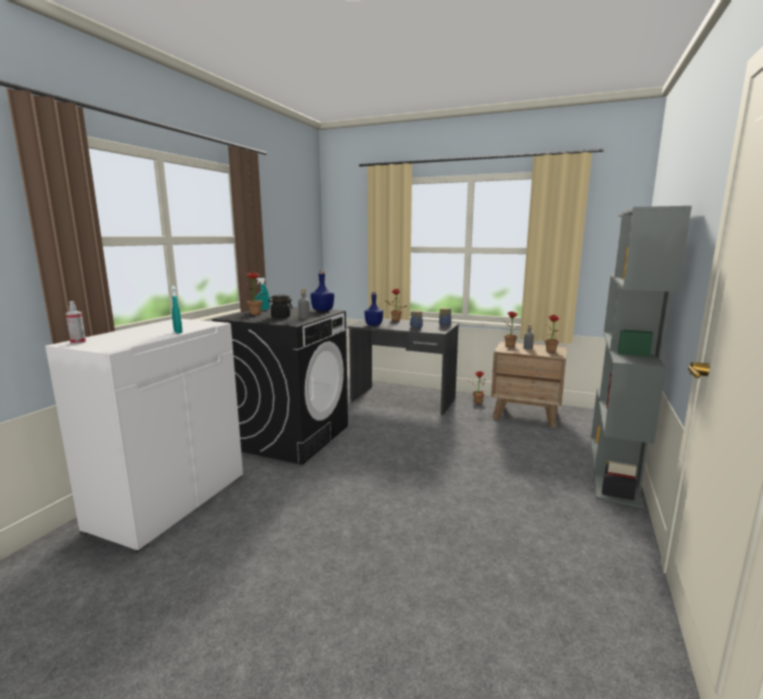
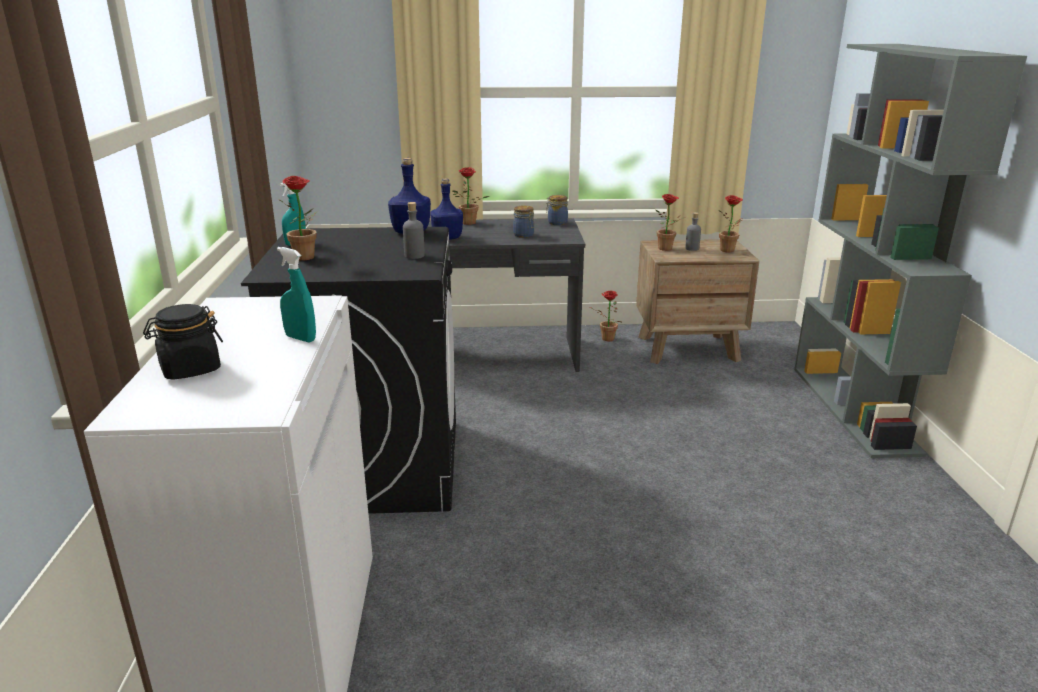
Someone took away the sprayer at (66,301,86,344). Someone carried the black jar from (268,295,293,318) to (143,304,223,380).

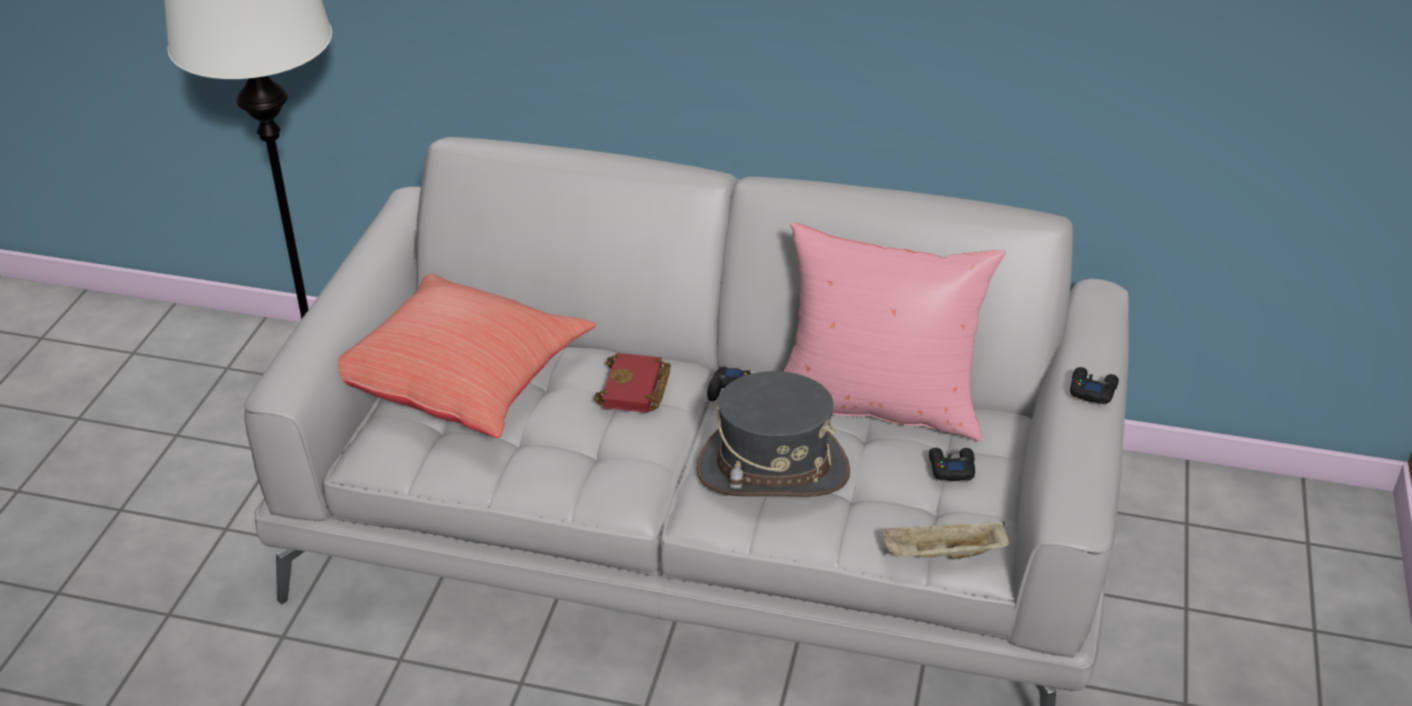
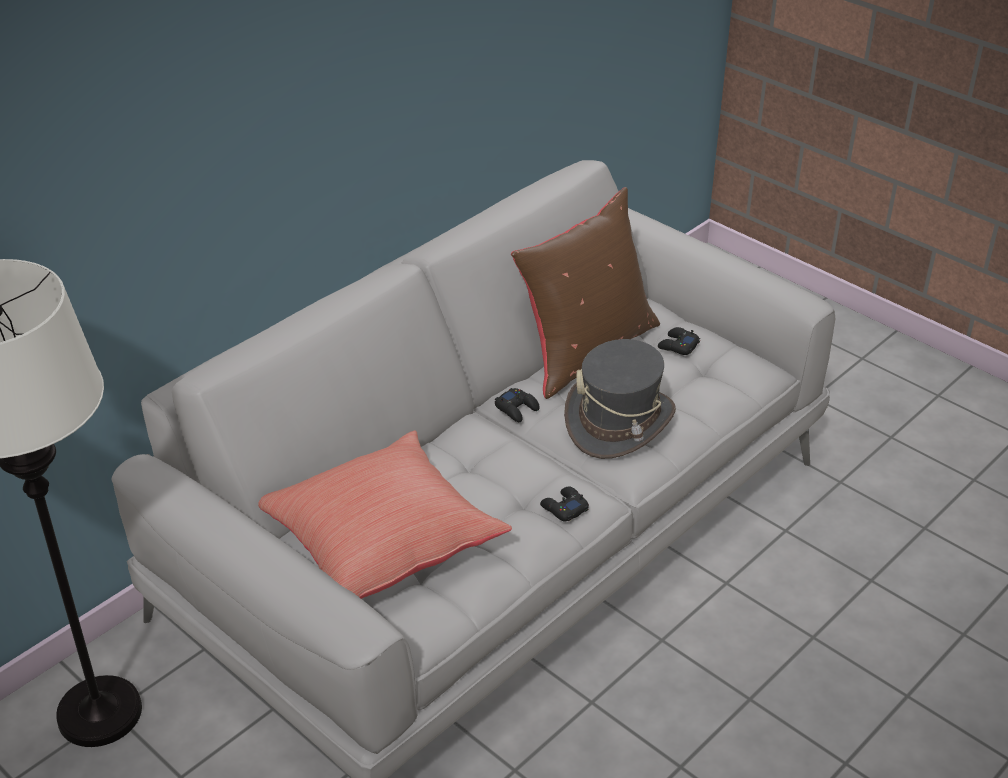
Someone took away the red volume at (594,353,671,413). Someone took away the sand-coloured carrying tray at (883,521,1010,559). Someone carried the black joypad from (1070,367,1119,404) to (540,487,589,521). Someone repainted the pink cushion at (784,222,1006,442), which became the brown-coloured cushion at (511,187,660,399).

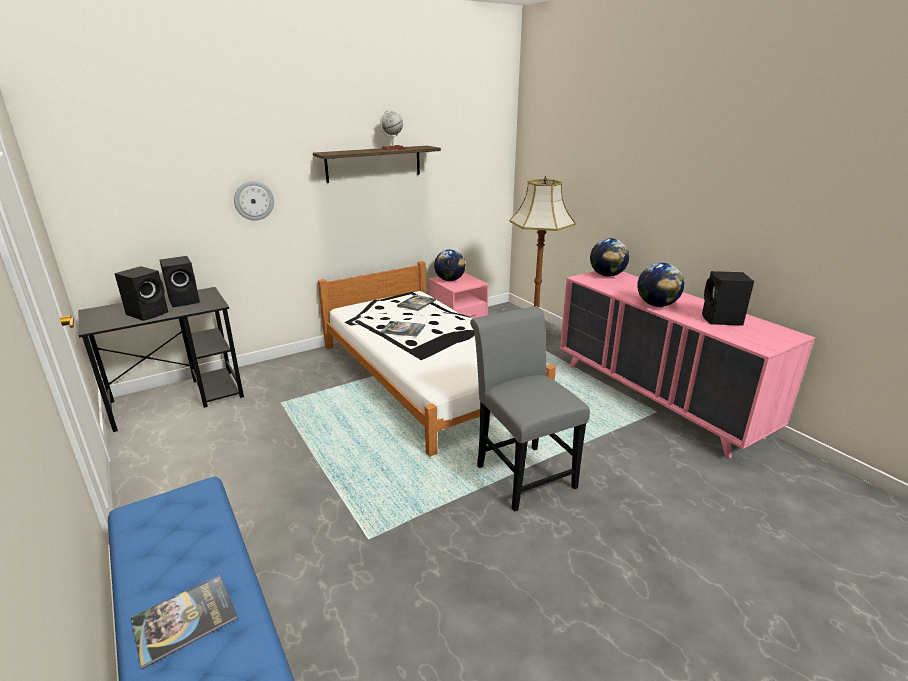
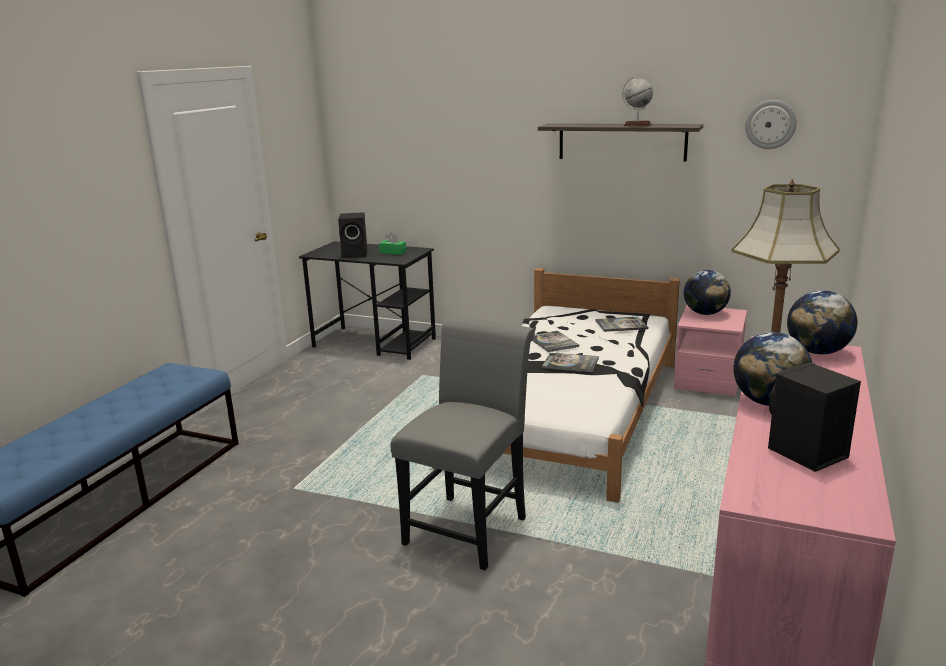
Someone carried the volume from (130,575,238,669) to (542,353,599,372). Someone carried the clock on the wall from (234,181,274,221) to (745,100,797,149). Someone swapped the black loudspeaker at (159,256,200,307) for the green tissue holder at (379,233,407,255).

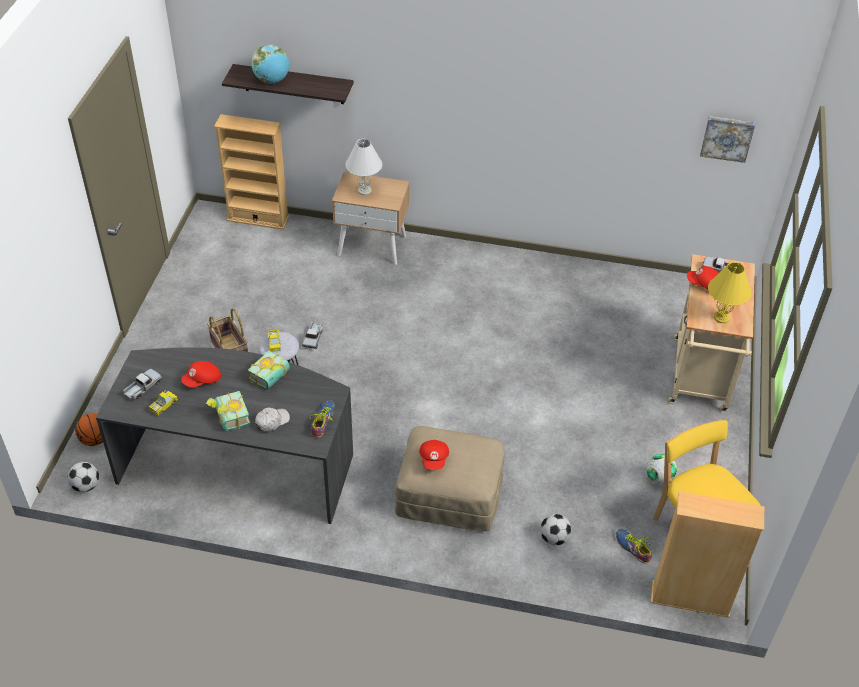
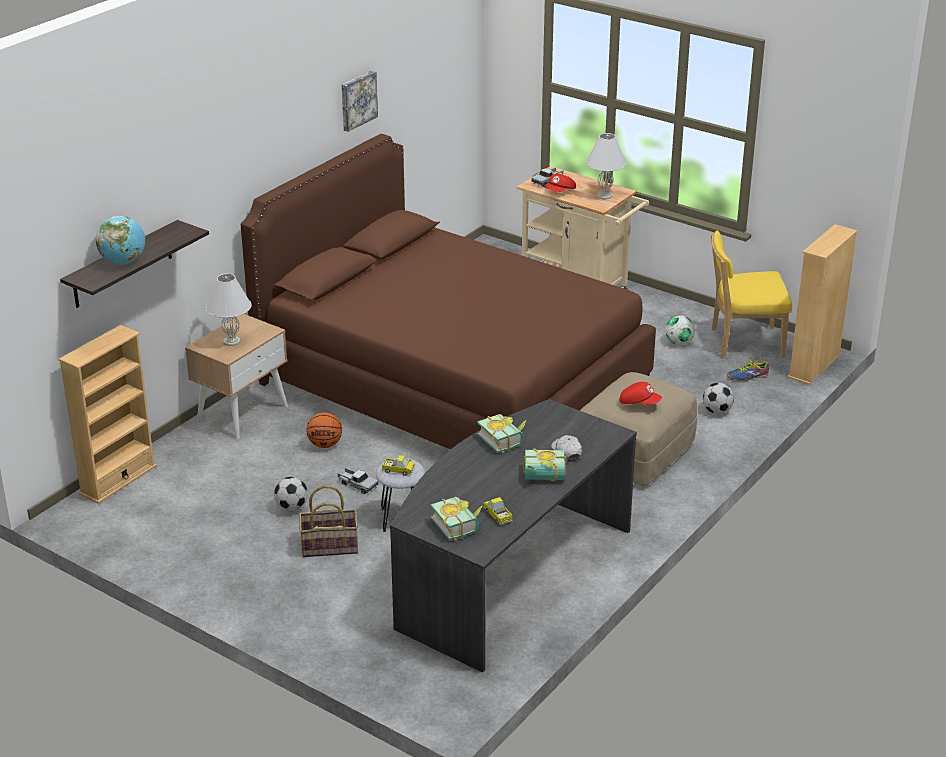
Someone took away the red baseball cap at (181,361,221,388). Someone took away the shoe at (310,400,335,438). Someone put down the brown-coloured bed at (241,134,656,449). Someone carried the football ball from (68,462,99,492) to (274,477,308,511). Someone carried the basketball ball from (75,413,103,446) to (306,412,342,448). Someone carried the picture from (700,116,755,163) to (342,71,378,132). Someone swapped the model truck at (123,369,162,399) for the volume at (431,497,484,542). Someone repainted the yellow tabletop lamp at (708,262,751,323), which became the white tabletop lamp at (586,133,627,199).

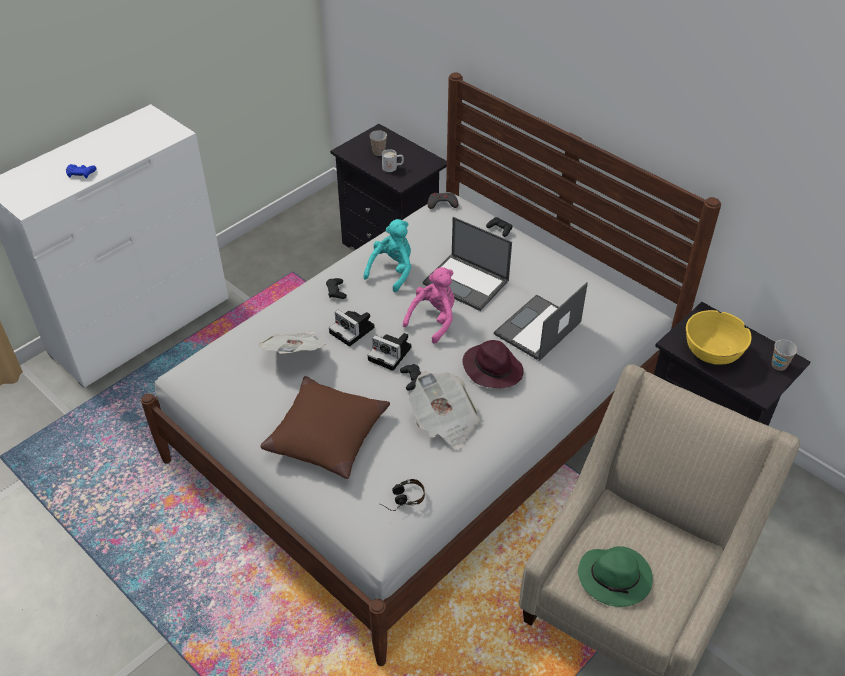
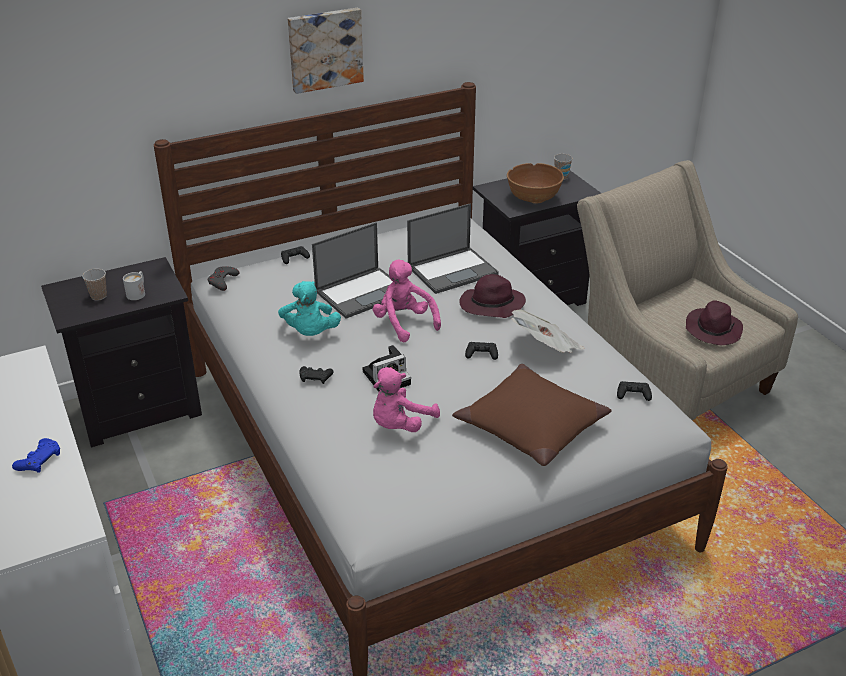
Someone took away the photo camera at (368,333,411,371). Someone put up the picture at (288,8,364,94). Someone swapped the printed paper at (258,331,326,354) for the pink soft toy at (373,367,440,432). Someone swapped the headset at (380,479,425,511) for the black joypad at (617,381,652,401). Someone repainted the green hat at (578,546,653,607), which became the purplish hat at (686,300,743,345). Someone repainted the yellow serving bowl at (686,310,752,365), which became the brown-coloured serving bowl at (507,163,564,204). Someone rotated the blue-green soft toy at (364,219,411,292) by 150 degrees counterclockwise. Someone rotated the notebook computer at (494,282,588,361) by 90 degrees counterclockwise.

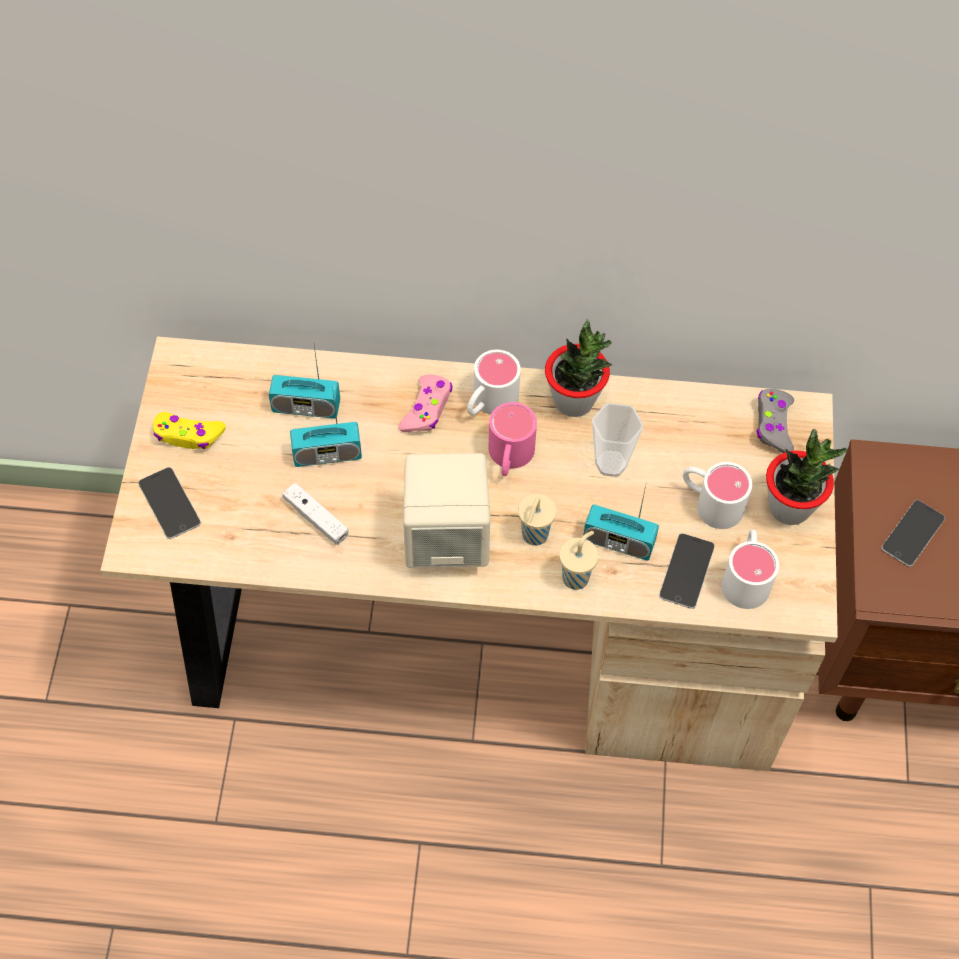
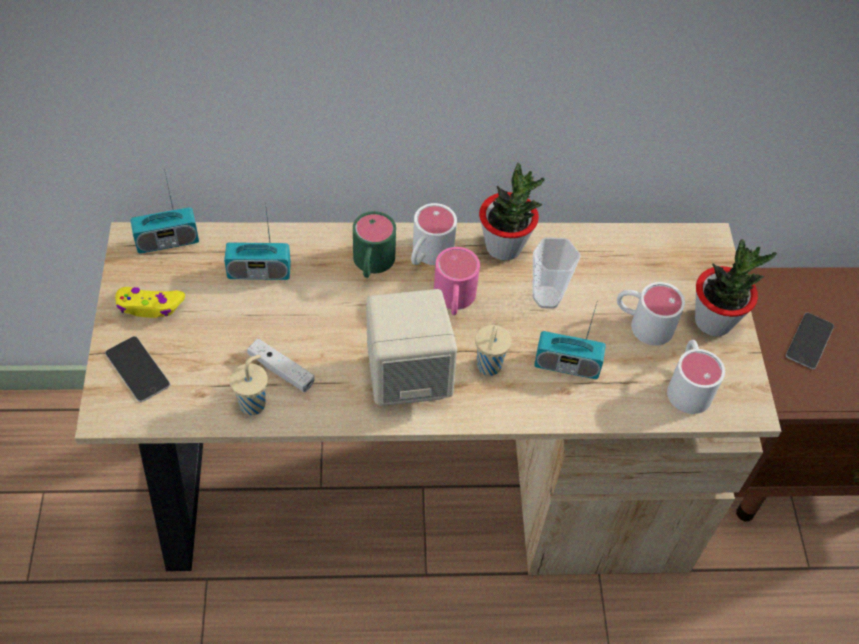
Someone took away the handset at (659,533,715,609). Someone took away the gray joypad at (756,389,794,453). Someone carried the radio receiver from (290,386,362,467) to (130,169,199,254). Someone carried the sand-coloured drinking cup from (559,531,598,590) to (229,355,268,415). Someone swapped the pink joypad at (398,374,452,432) for the green mug at (353,211,396,278).

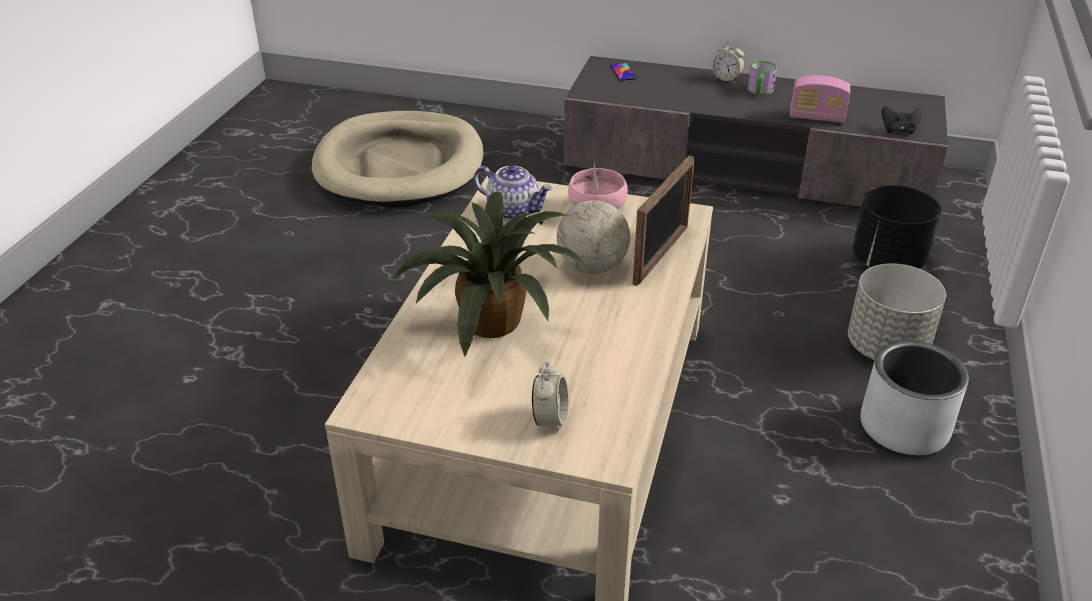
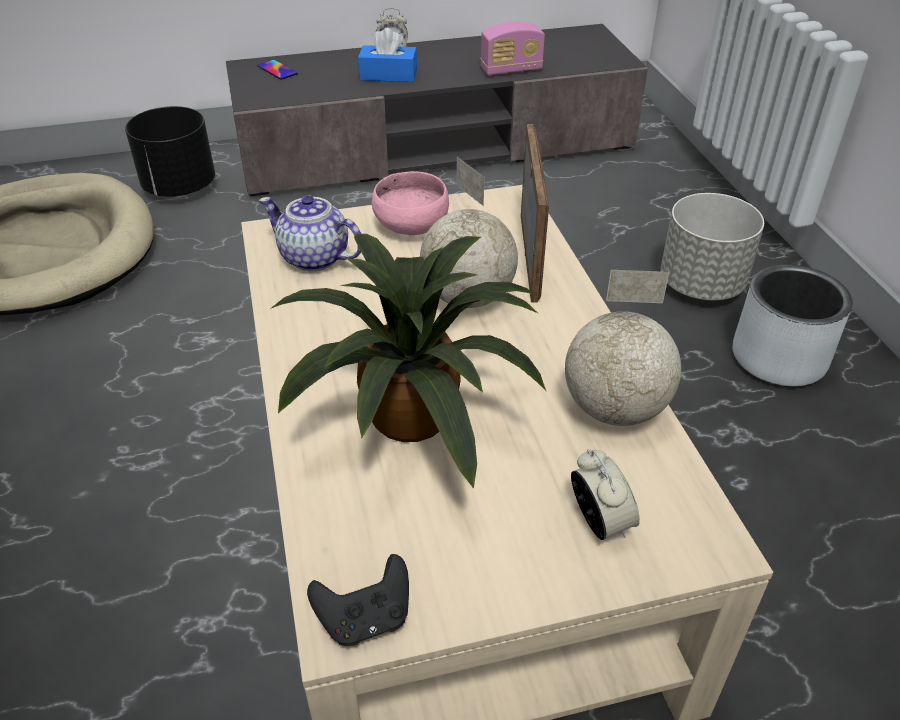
Someone took away the mug at (748,61,777,95). Someone put down the blue tissue holder at (358,28,417,82). Someone put down the world globe at (565,270,681,426). Someone carried the black plant pot from (852,185,940,269) to (125,106,215,197). Someone carried the black joypad from (881,107,922,134) to (307,554,409,646). Someone rotated the teapot at (474,165,553,220) by 150 degrees counterclockwise.

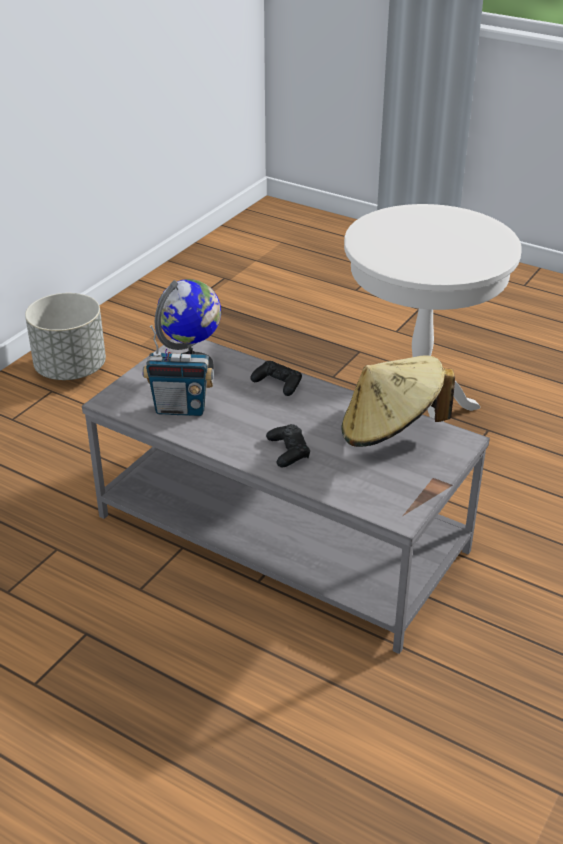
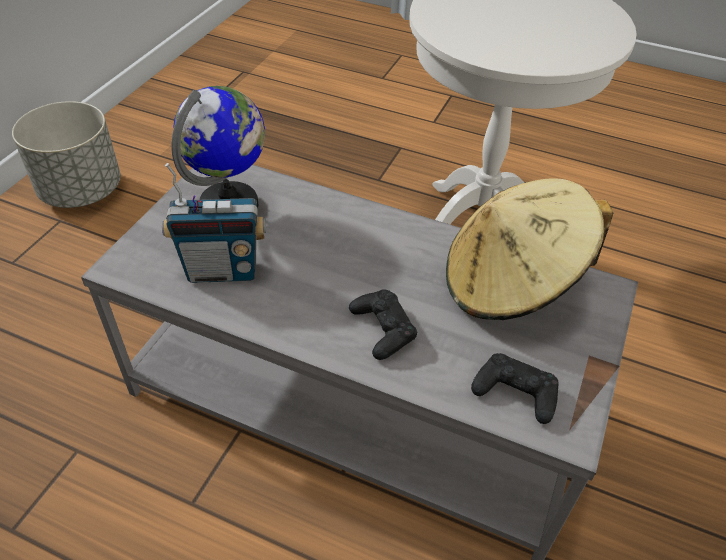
Someone carried the black joypad from (250,361,302,396) to (471,353,558,424).

